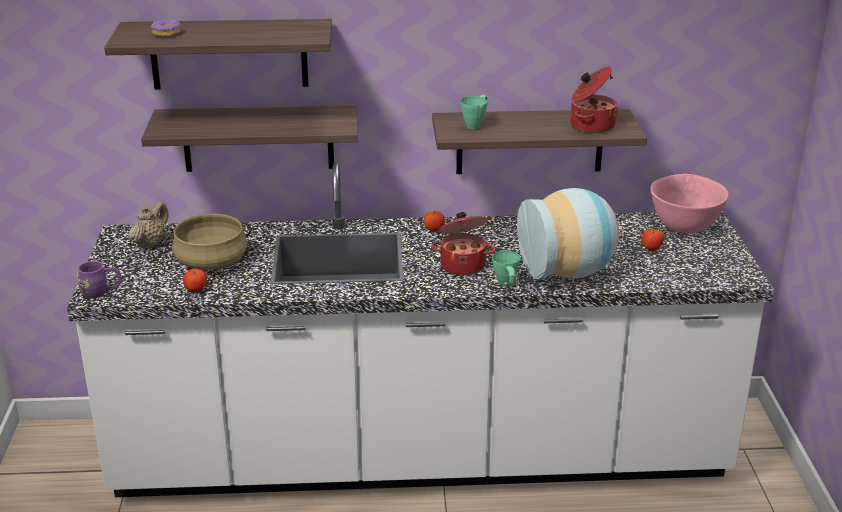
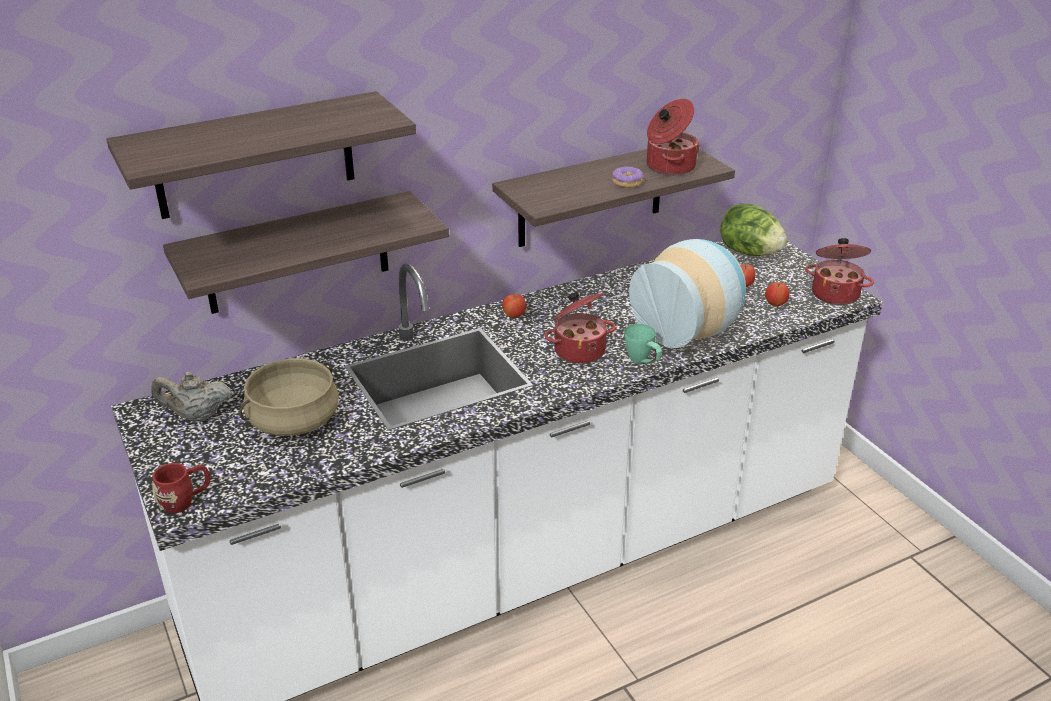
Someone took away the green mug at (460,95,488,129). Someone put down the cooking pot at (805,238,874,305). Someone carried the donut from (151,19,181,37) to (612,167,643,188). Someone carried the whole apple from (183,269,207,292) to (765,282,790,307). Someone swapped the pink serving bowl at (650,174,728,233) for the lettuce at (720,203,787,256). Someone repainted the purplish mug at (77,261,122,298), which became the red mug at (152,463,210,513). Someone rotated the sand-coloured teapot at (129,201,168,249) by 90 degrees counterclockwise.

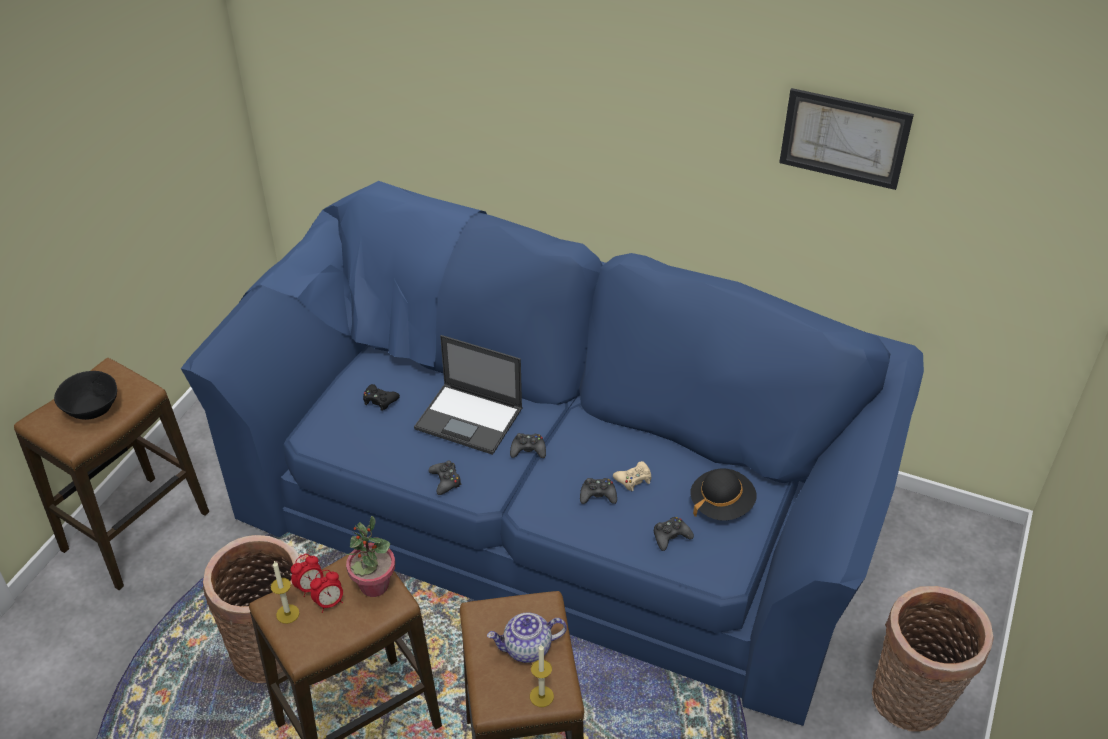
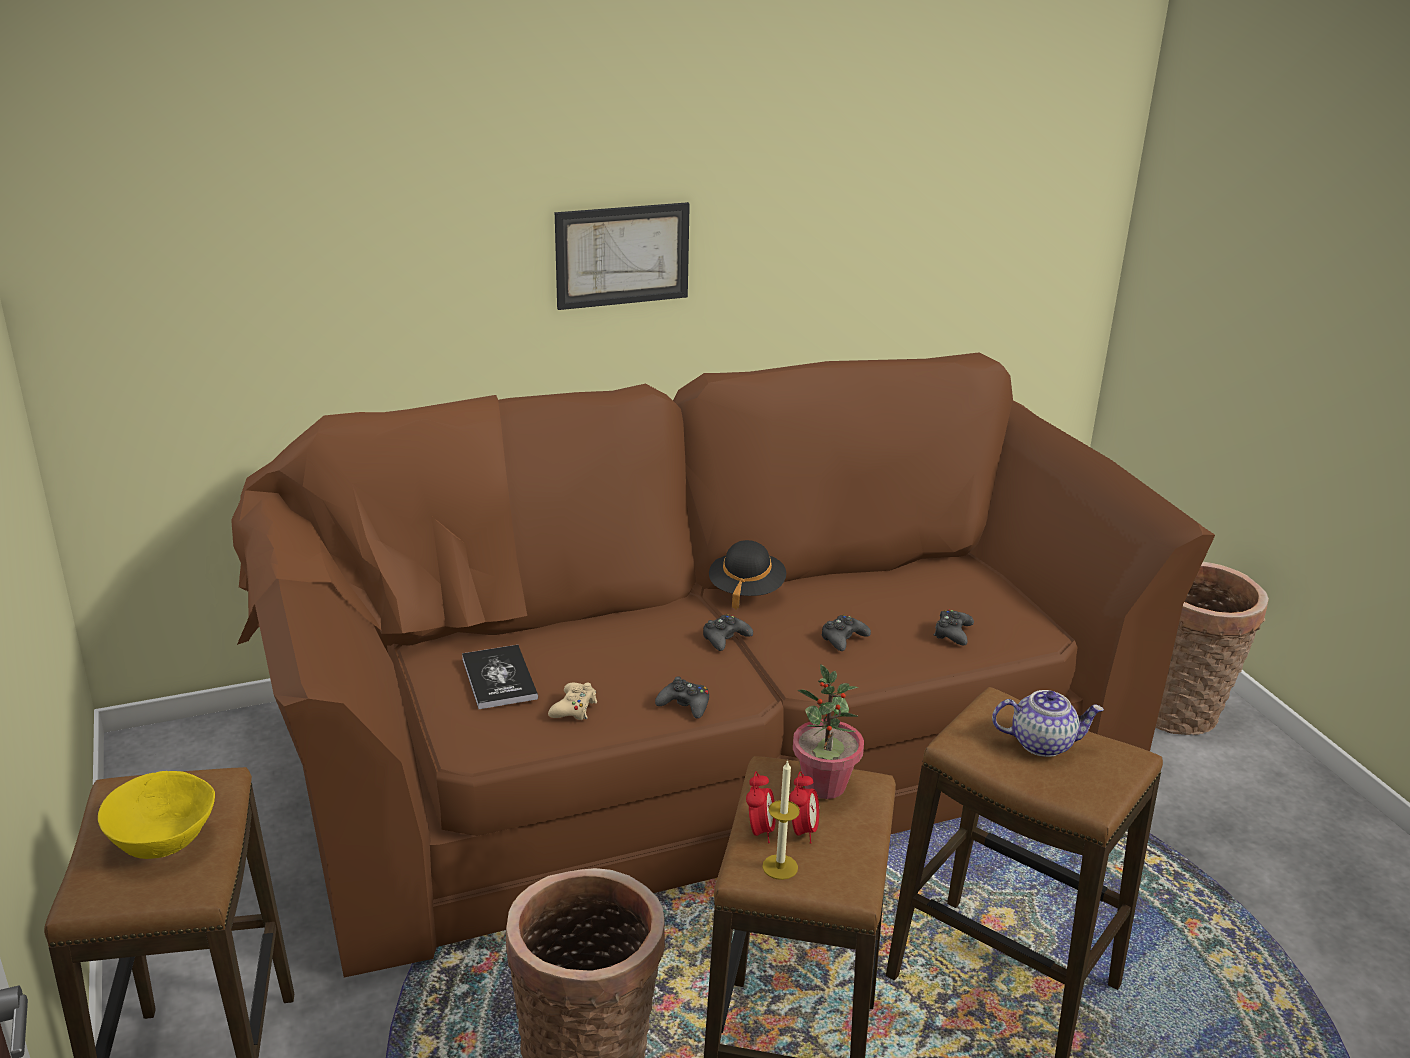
Someone took away the notebook computer at (414,335,523,455). Someone took away the wax candle at (530,645,554,707). Someone carried the sand-coloured joypad from (613,461,651,491) to (548,683,597,720). Someone carried the black hat from (690,469,757,520) to (709,540,786,610). Someone carried the picture from (779,88,914,190) to (555,202,690,310). Someone swapped the black joypad at (363,384,400,411) for the volume at (462,645,538,709). Someone repainted the black serving bowl at (54,371,117,420), which became the yellow serving bowl at (98,771,215,859). Someone repainted the blue settee at (181,181,924,726), which became the brown-coloured settee at (231,352,1215,978). Someone rotated the teapot at (487,612,567,663) by 120 degrees counterclockwise.

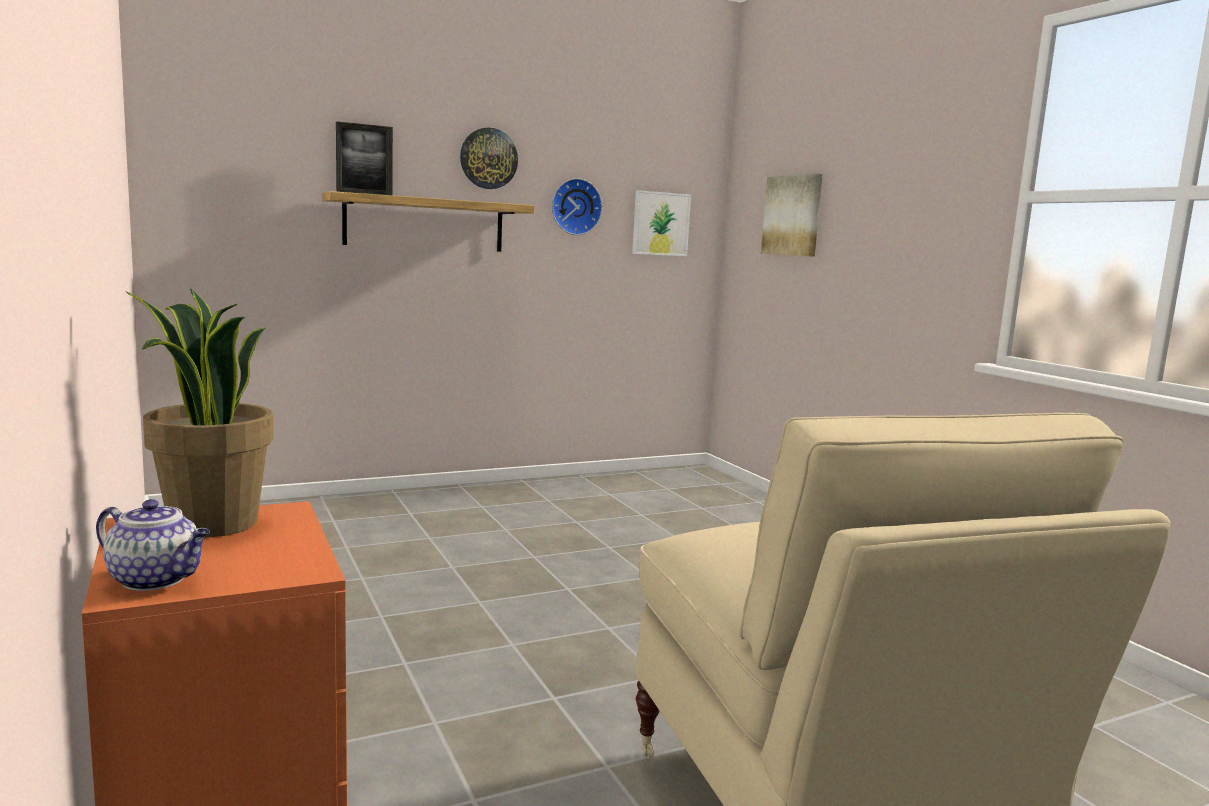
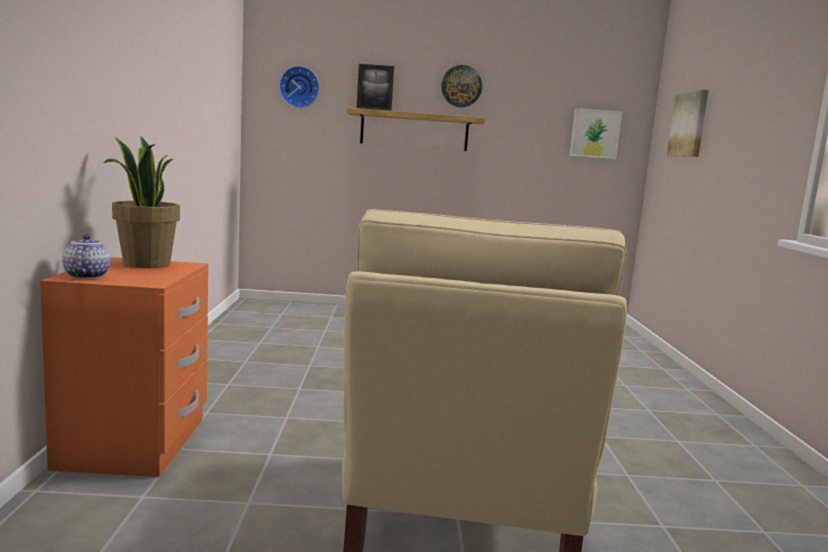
Someone carried the clock on the wall from (552,178,603,235) to (279,66,320,108). Someone rotated the teapot at (96,499,210,591) by 150 degrees counterclockwise.

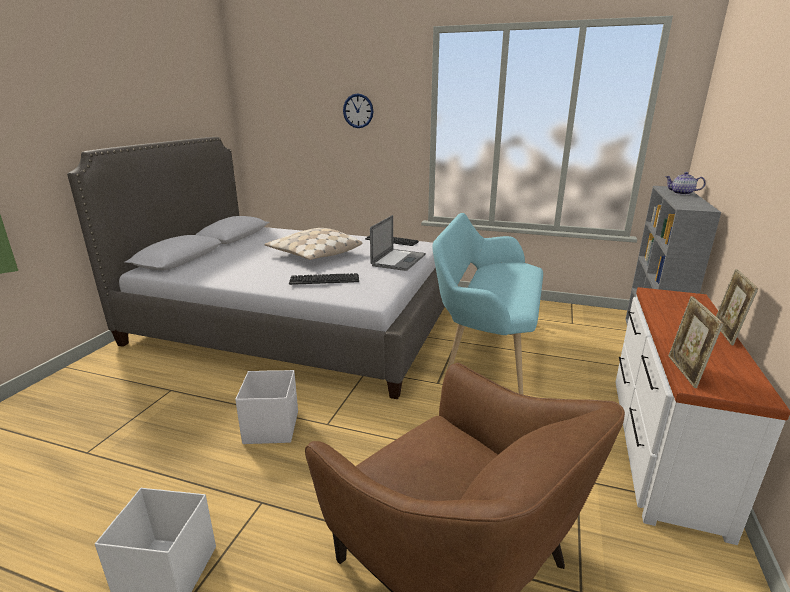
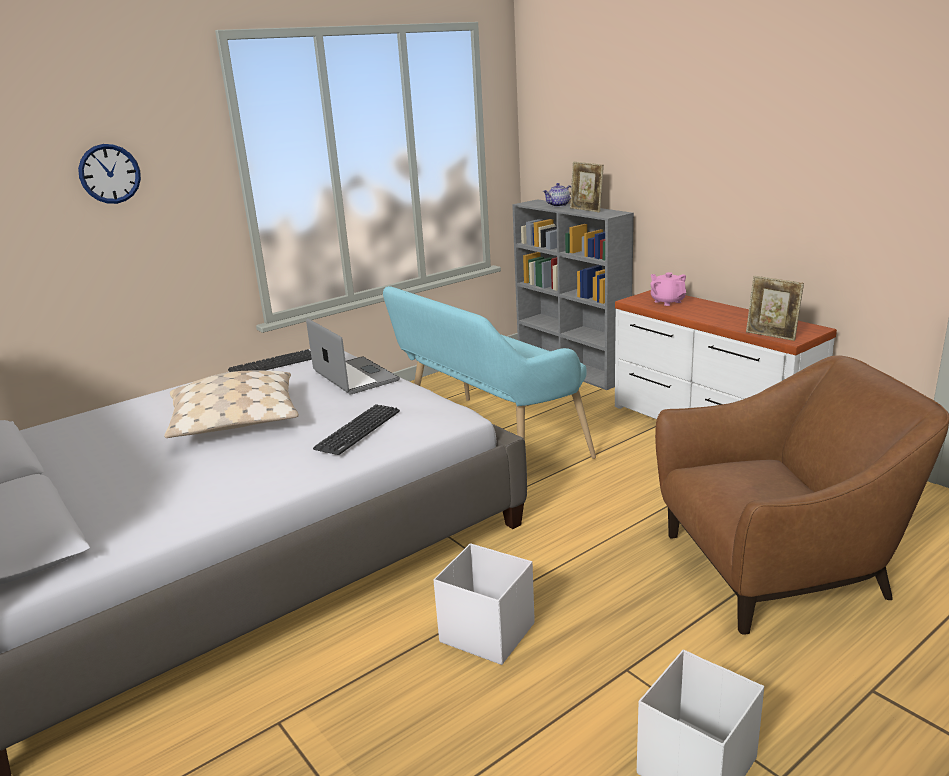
Someone put down the pink teapot at (650,272,686,306). Someone carried the standing frame from (716,269,758,345) to (570,162,604,212).

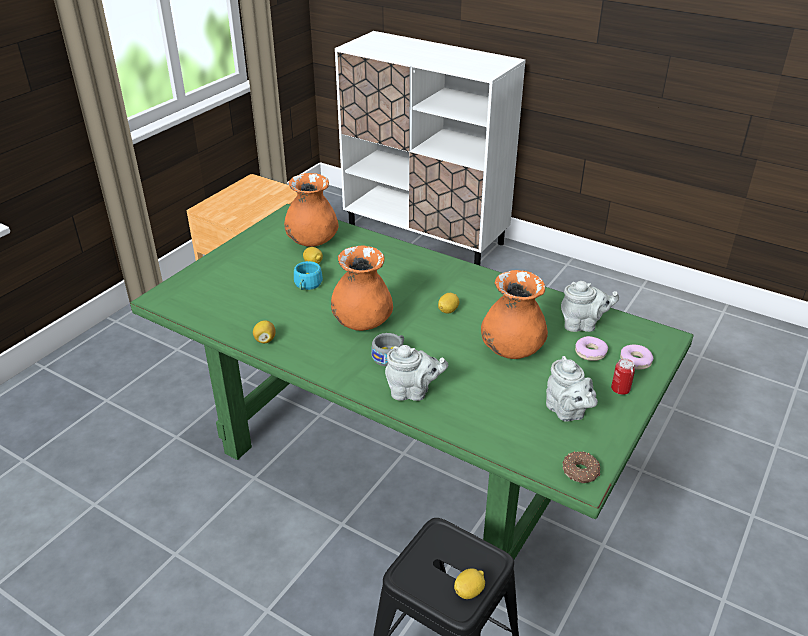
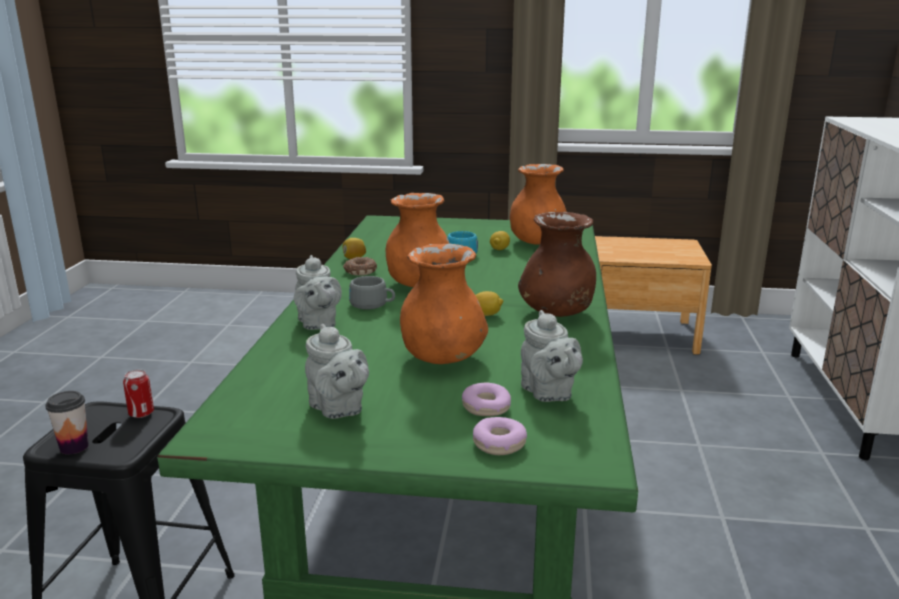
Someone put down the brown-coloured vase at (518,212,596,317). Someone carried the donut from (562,451,600,483) to (343,257,377,276). Someone carried the metal can from (611,358,635,395) to (123,370,154,418). Someone swapped the citrus fruit at (454,568,485,599) for the drinking cup at (45,391,89,454). Someone rotated the gray teapot at (546,356,598,422) by 75 degrees counterclockwise.

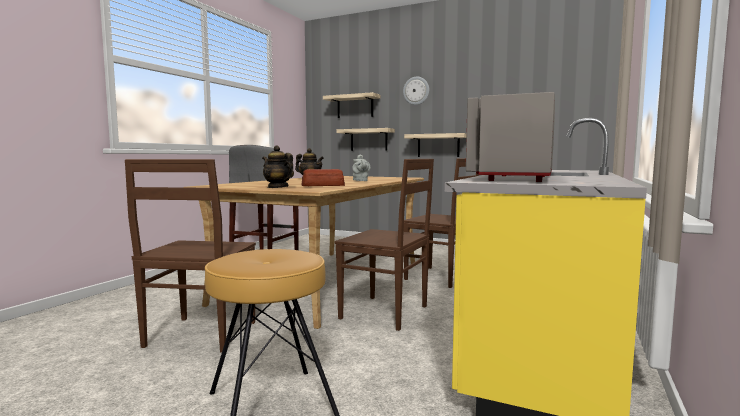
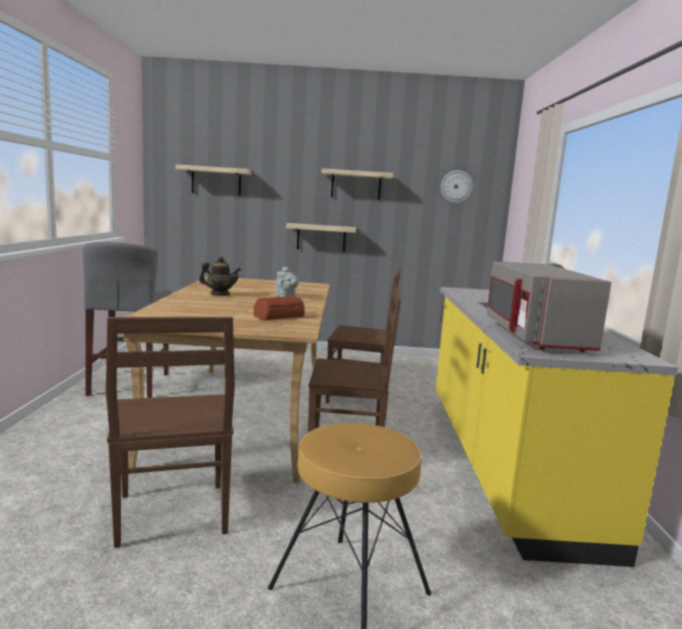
Someone took away the teapot at (262,146,294,188). Someone carried the bracket shelf from (336,128,395,151) to (321,168,393,200). Someone carried the clock on the wall from (403,77,429,105) to (441,170,473,204).

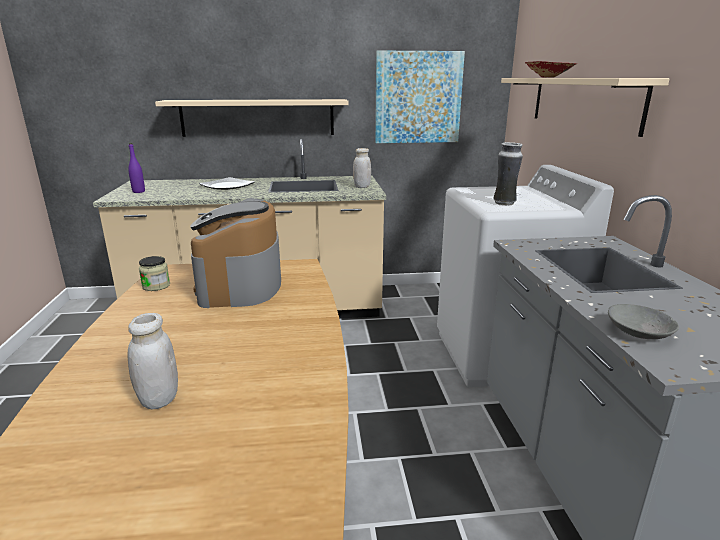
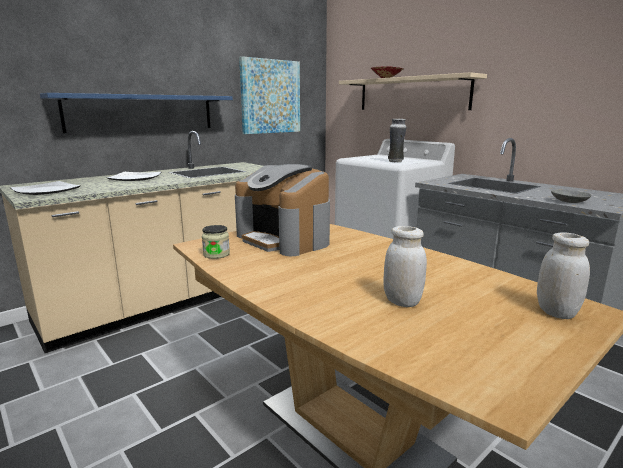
Someone carried the white jar from (353,148,371,188) to (537,232,590,319). Someone swapped the purplish drink bottle at (128,143,145,193) for the flat dish at (10,181,81,195). Someone repainted the sand-coloured bracket shelf at (155,99,349,137), which became the blue bracket shelf at (40,93,233,133).

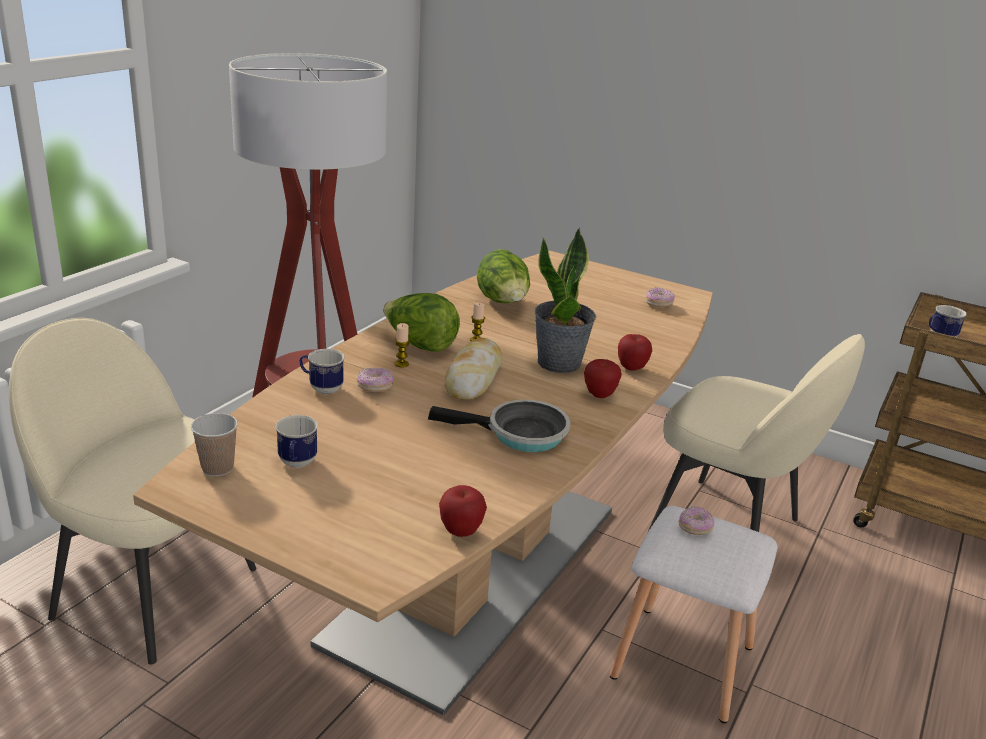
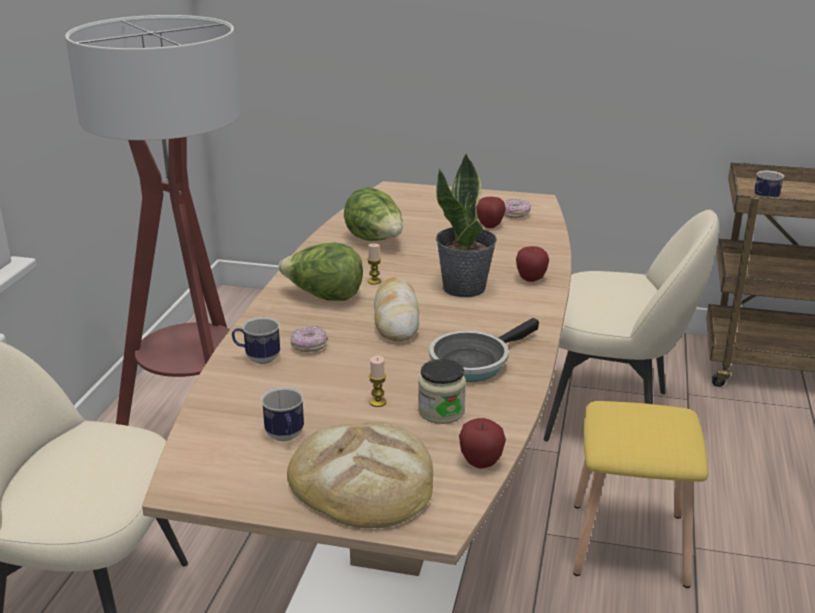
Someone took away the drinking cup at (191,413,238,477). Someone took away the donut at (679,506,715,535). Someone put down the baked bread at (287,422,433,528). Someone put down the jar at (418,359,466,424). Someone carried the wax candle from (395,323,410,367) to (369,355,386,407). Someone carried the whole apple from (584,359,622,398) to (477,197,506,228). Someone repainted the white stool seat at (610,506,778,723), which became the yellow stool seat at (573,401,708,588). Someone rotated the skillet at (428,400,570,452) by 150 degrees clockwise.

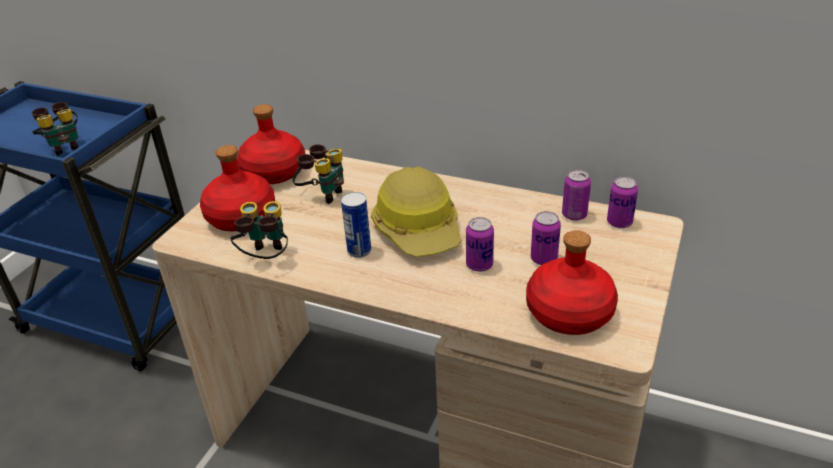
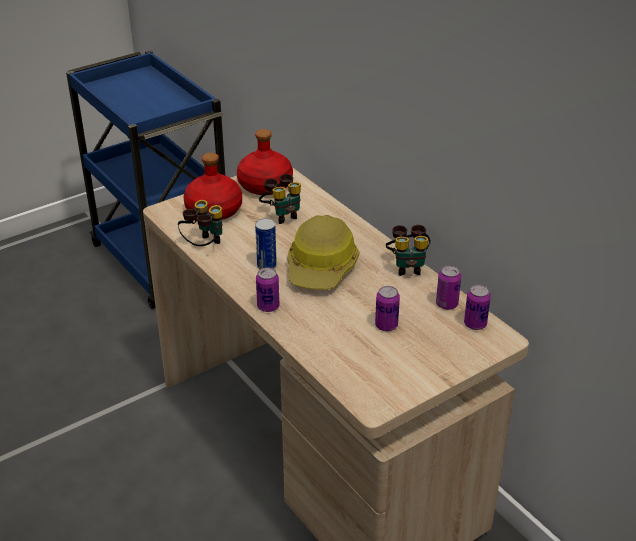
Someone took away the red drink bottle at (526,230,618,335). Someone carried the binoculars from (32,102,79,156) to (386,225,431,276). Someone carried the metal can from (466,217,494,272) to (256,267,279,312).

